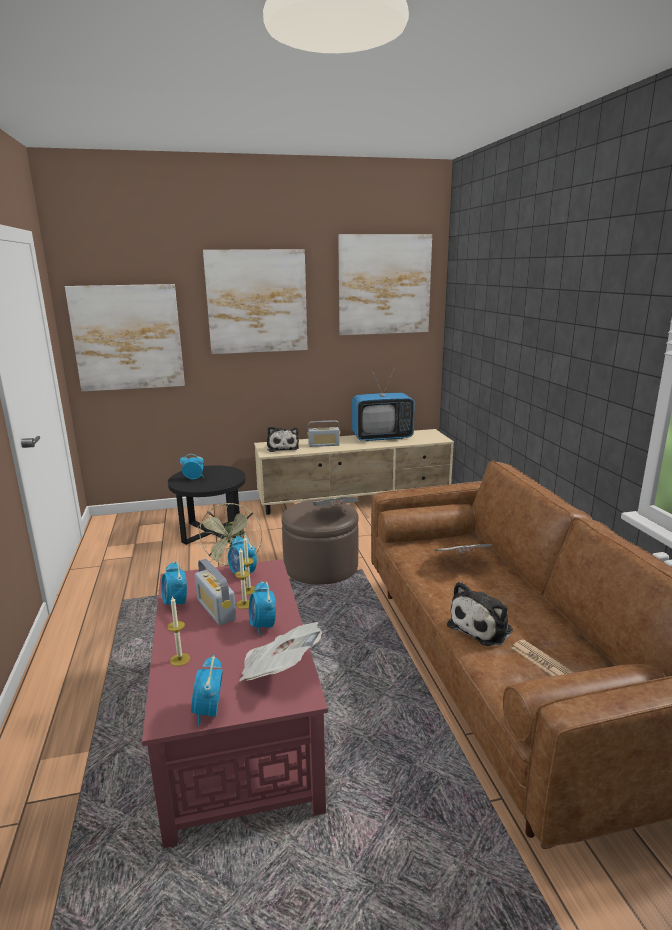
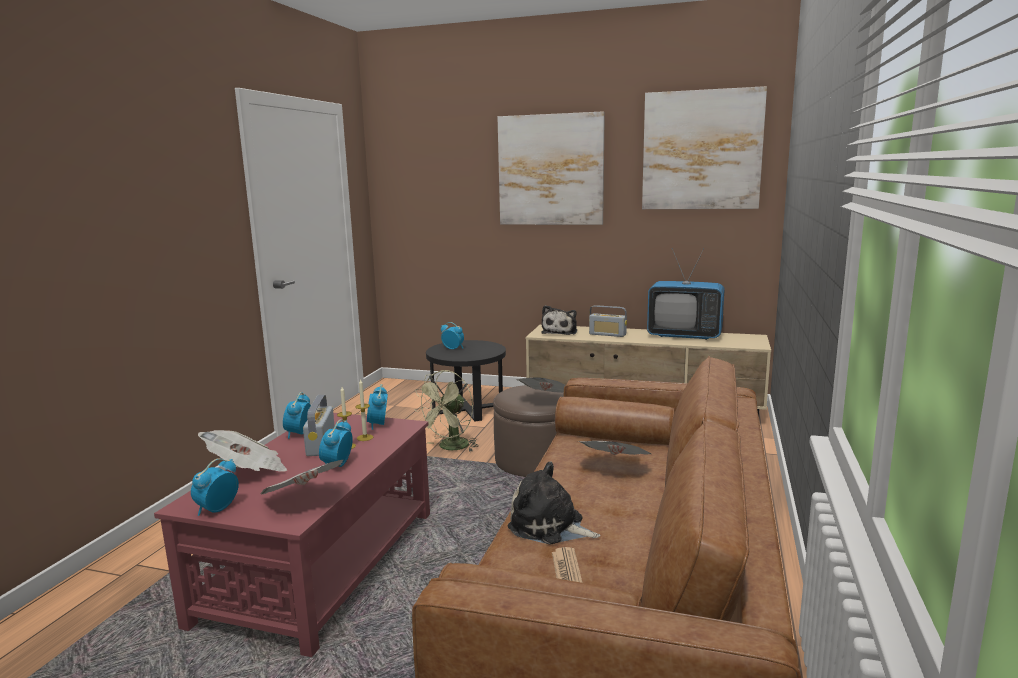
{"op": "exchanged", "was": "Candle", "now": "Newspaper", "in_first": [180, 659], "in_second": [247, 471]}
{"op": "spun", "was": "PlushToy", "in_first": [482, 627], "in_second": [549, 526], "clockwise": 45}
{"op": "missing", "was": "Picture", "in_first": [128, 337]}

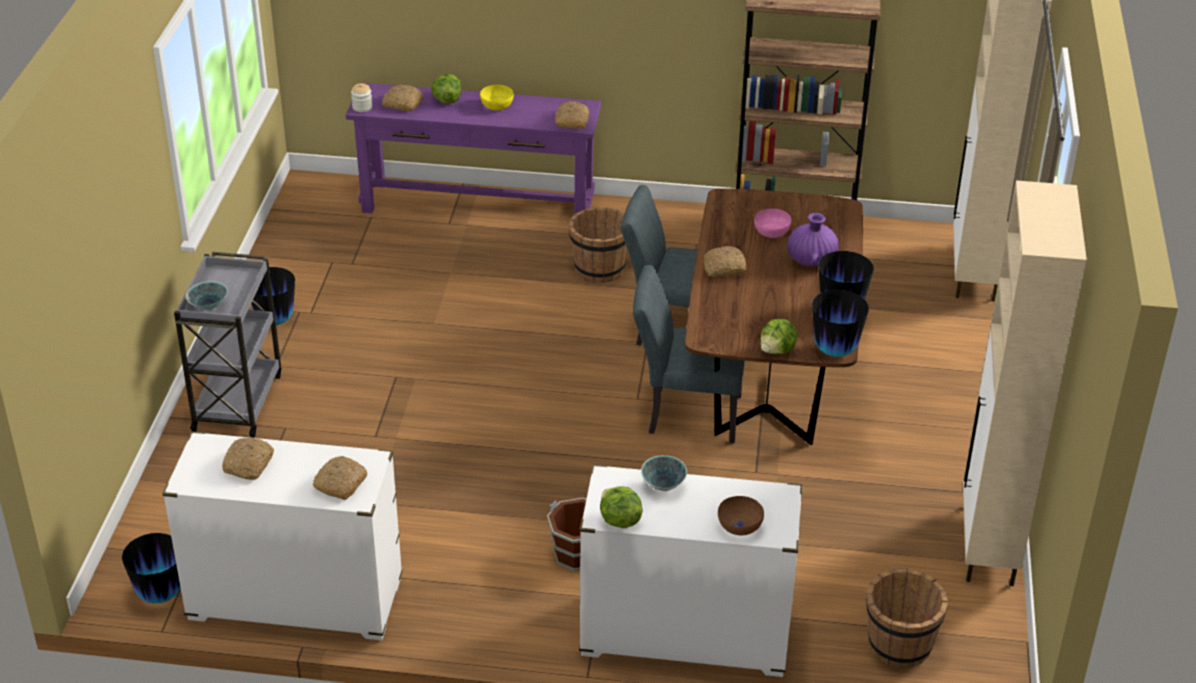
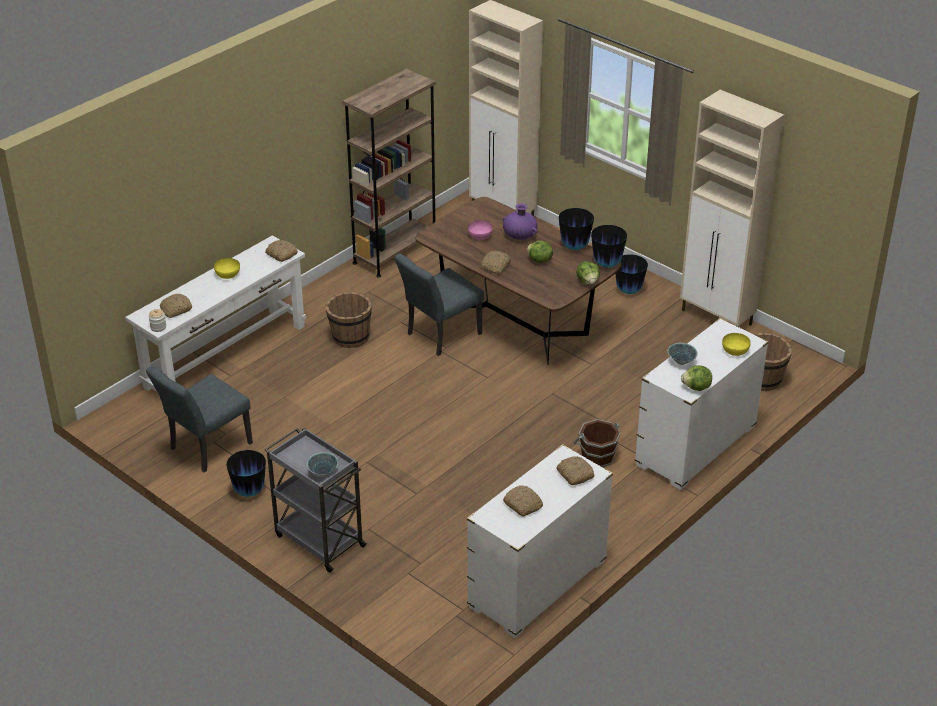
{"op": "colour", "was": "PurpleConsoleTable", "now": "WhiteConsoleTable", "in_first": [478, 206], "in_second": [226, 356]}
{"op": "relocated", "was": "GreyChair", "in_first": [686, 413], "in_second": [206, 449]}
{"op": "relocated", "was": "Lettuce", "in_first": [447, 100], "in_second": [539, 260]}
{"op": "relocated", "was": "Vase", "in_first": [160, 595], "in_second": [629, 291]}
{"op": "colour", "was": "BrownBowl", "now": "YellowBowl", "in_first": [739, 526], "in_second": [735, 351]}

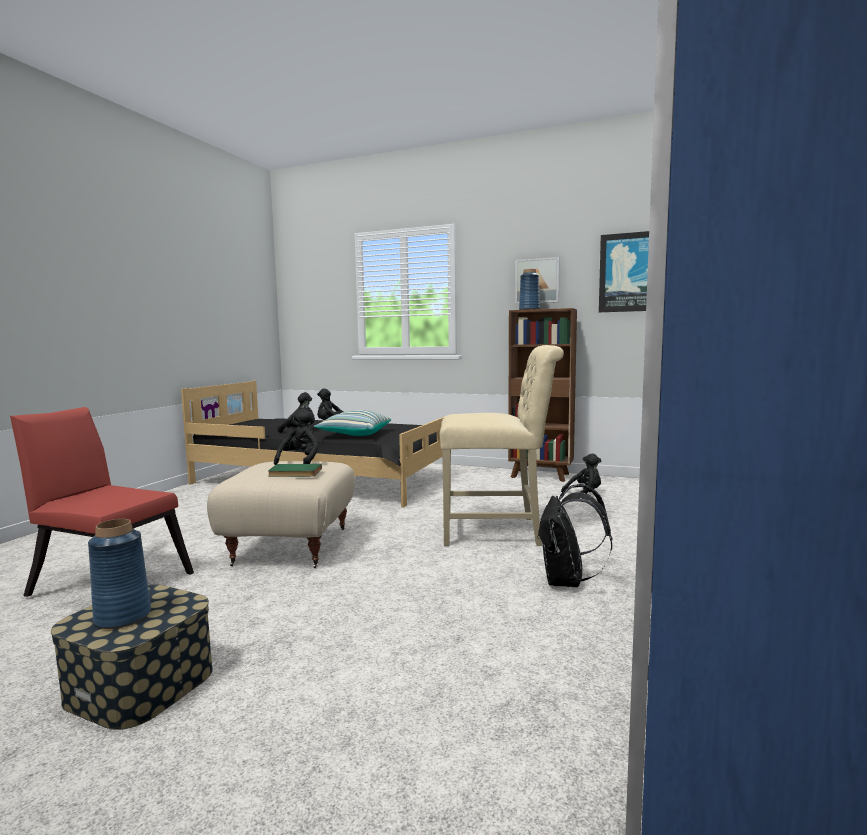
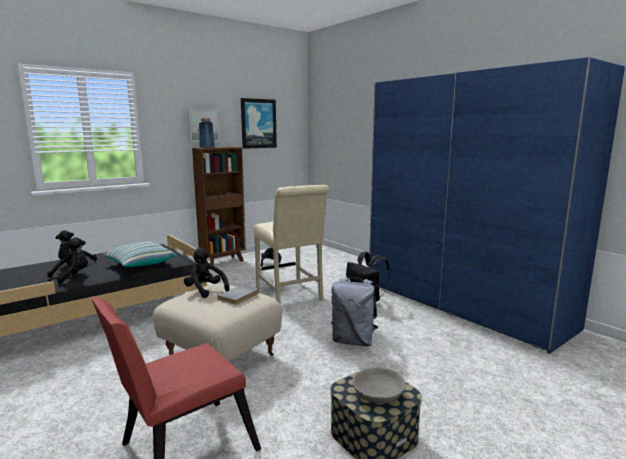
{"op": "colour", "was": "GreenBook", "now": "GreyBook", "in_first": [294, 473], "in_second": [240, 296]}
{"op": "spun", "was": "BeigeChair", "in_first": [497, 531], "in_second": [290, 296], "clockwise": 120}
{"op": "appeared", "now": "GreyBackpack", "in_second": [353, 341]}
{"op": "exchanged", "was": "BlueVase", "now": "GreyBowl", "in_first": [123, 617], "in_second": [378, 395]}

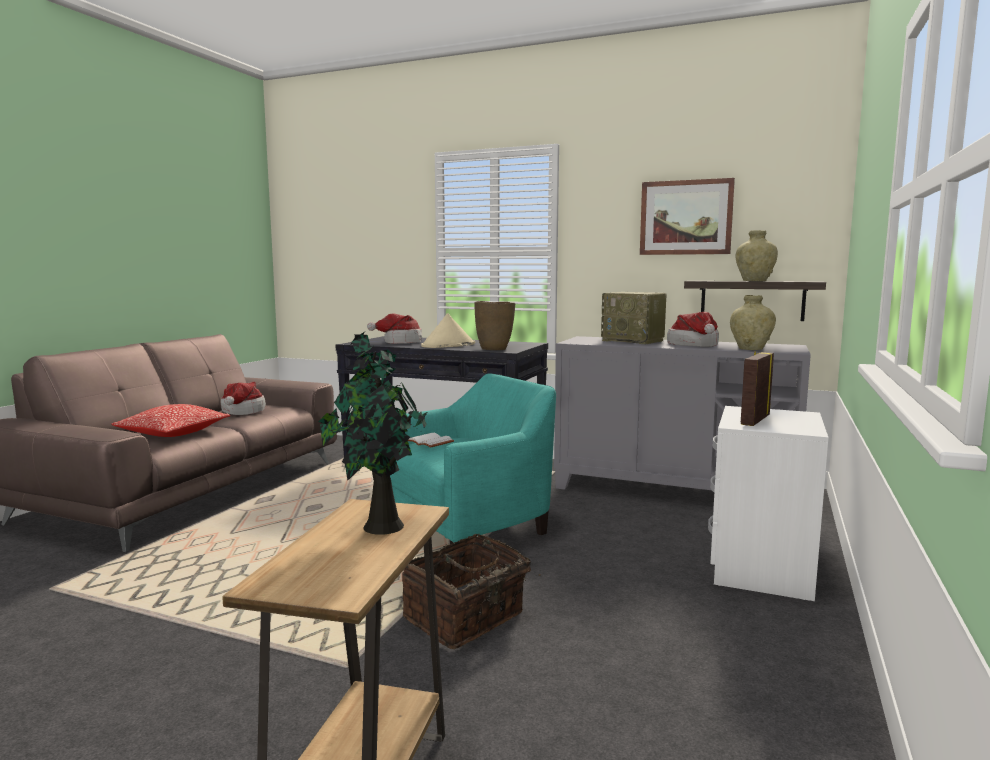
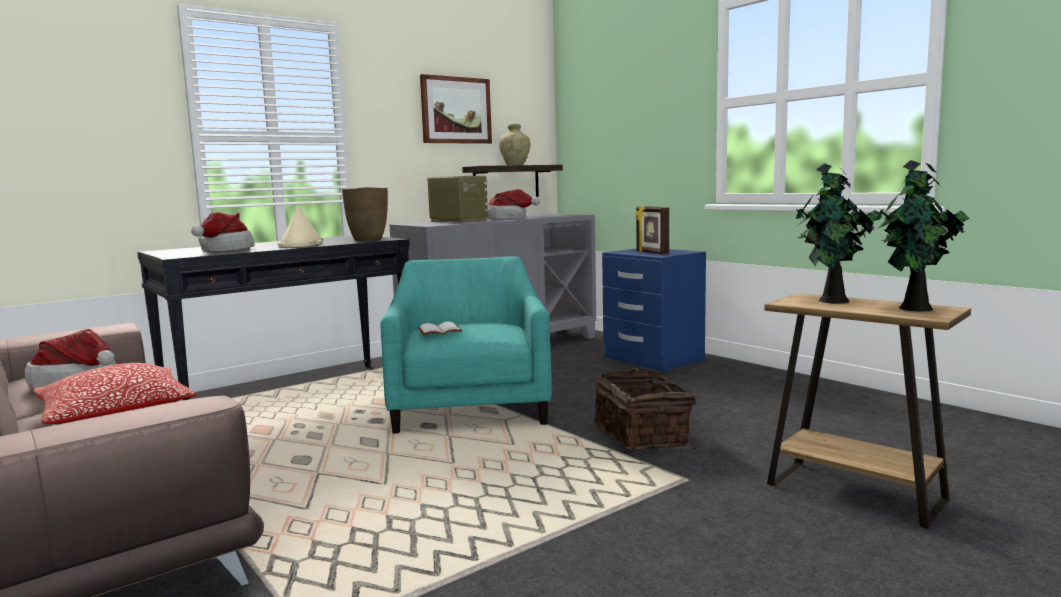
{"op": "spun", "was": "Radio", "in_first": [634, 341], "in_second": [457, 221], "clockwise": -120}
{"op": "colour", "was": "WhiteNightstand", "now": "BlueNightstand", "in_first": [759, 568], "in_second": [652, 359]}
{"op": "appeared", "now": "PottedPlant", "in_second": [915, 309]}
{"op": "missing", "was": "BeigeVase", "in_first": [750, 349]}

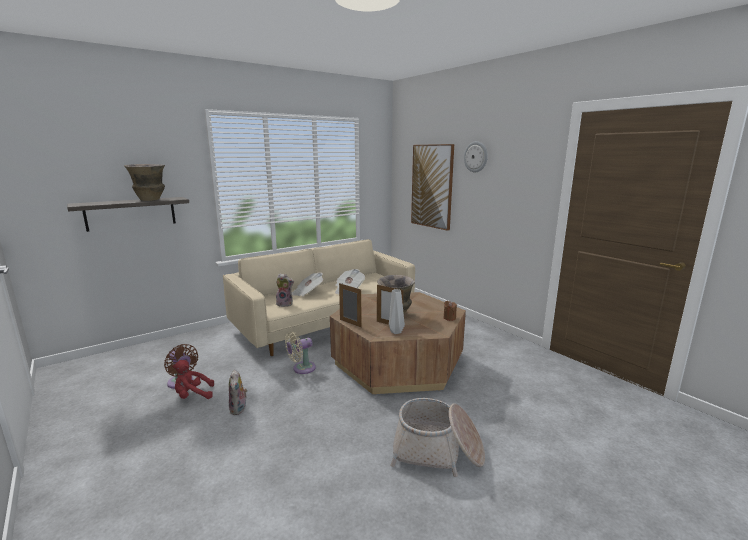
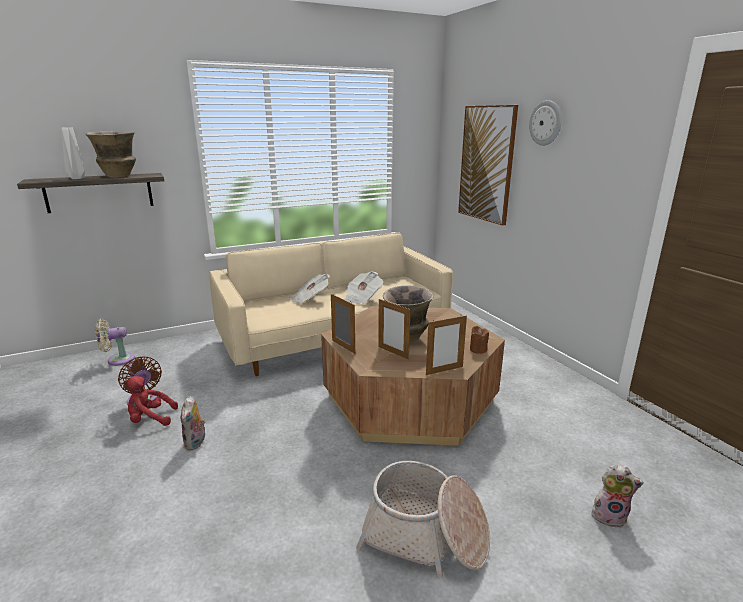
{"op": "relocated", "was": "GreyVase", "in_first": [396, 332], "in_second": [77, 178]}
{"op": "relocated", "was": "BeigeFan", "in_first": [301, 368], "in_second": [118, 360]}
{"op": "appeared", "now": "PictureFrame", "in_second": [444, 370]}
{"op": "relocated", "was": "PlushToy", "in_first": [285, 304], "in_second": [610, 516]}

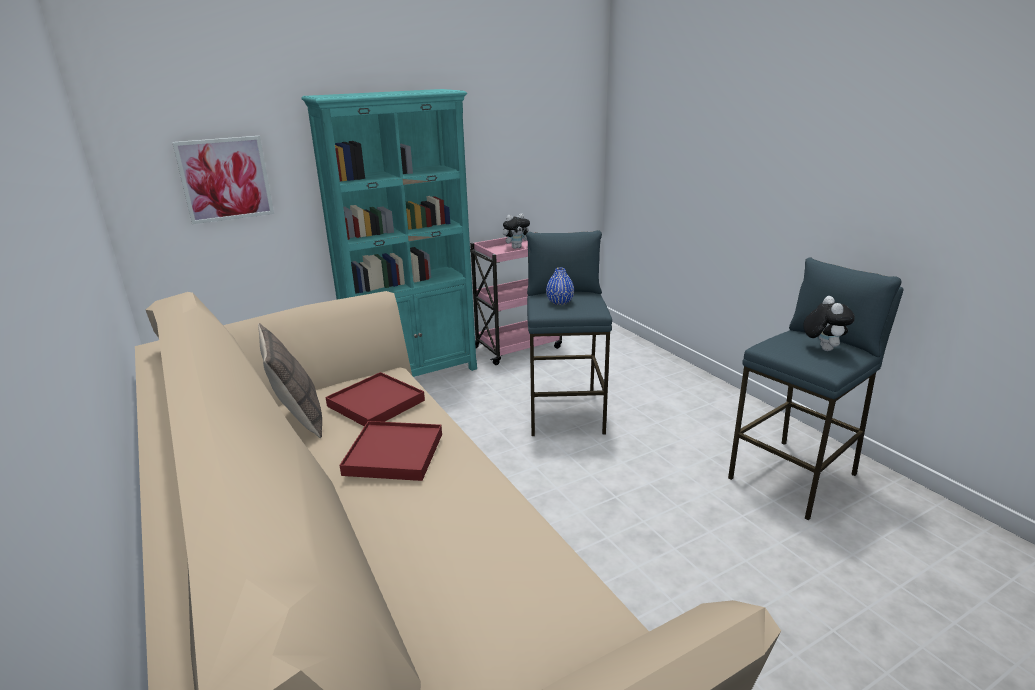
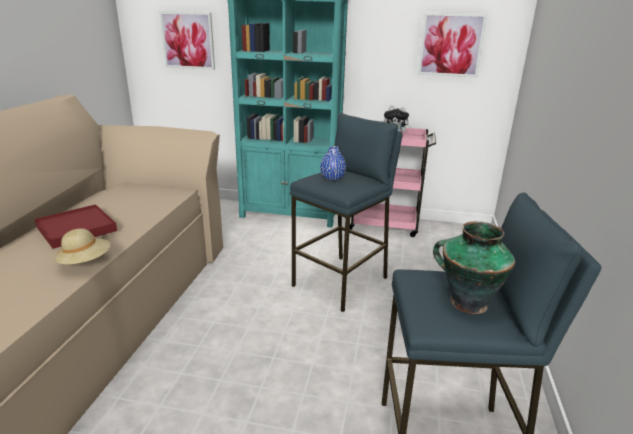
{"op": "appeared", "now": "BeigeHat", "in_second": [85, 262]}
{"op": "appeared", "now": "Picture", "in_second": [450, 45]}
{"op": "exchanged", "was": "PlushToy", "now": "Vase", "in_first": [822, 348], "in_second": [466, 302]}
{"op": "missing", "was": "Pillow", "in_first": [298, 418]}
{"op": "missing", "was": "RedTray", "in_first": [376, 403]}

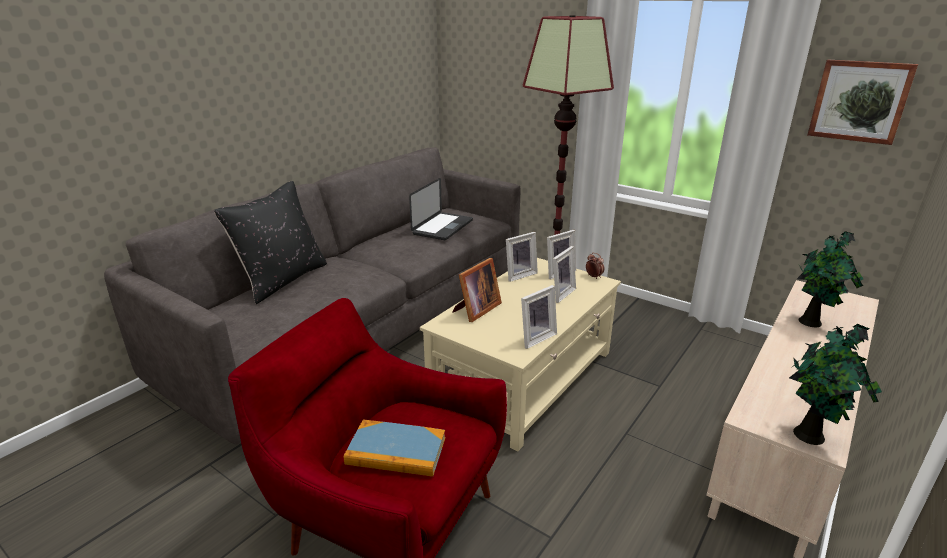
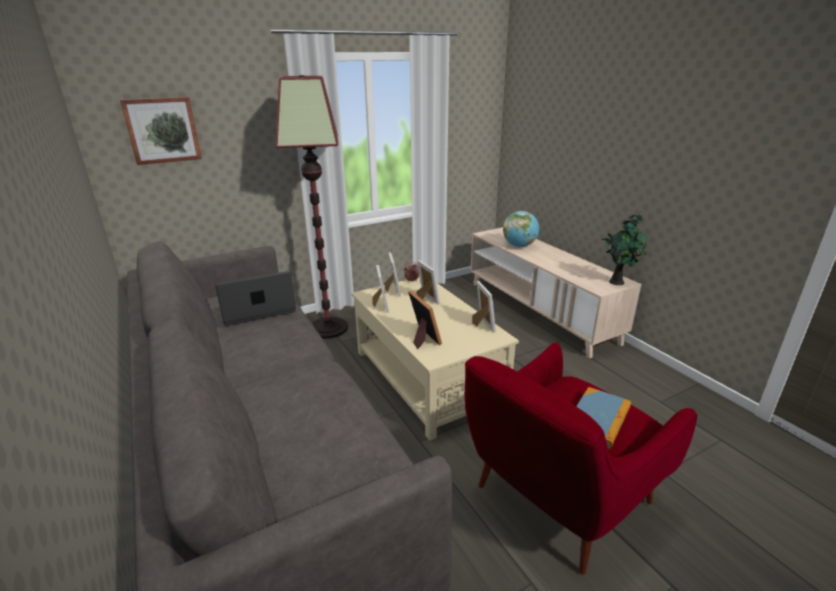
{"op": "relocated", "was": "Picture", "in_first": [859, 101], "in_second": [162, 130]}
{"op": "spun", "was": "Laptop", "in_first": [443, 227], "in_second": [258, 310], "clockwise": -75}
{"op": "exchanged", "was": "PottedPlant", "now": "Globe", "in_first": [812, 322], "in_second": [519, 246]}
{"op": "missing", "was": "BlackPillow", "in_first": [282, 280]}

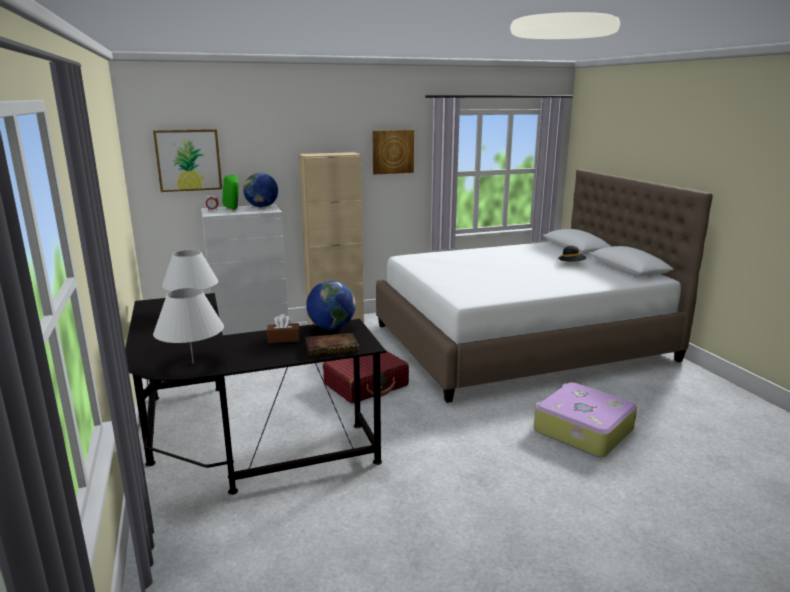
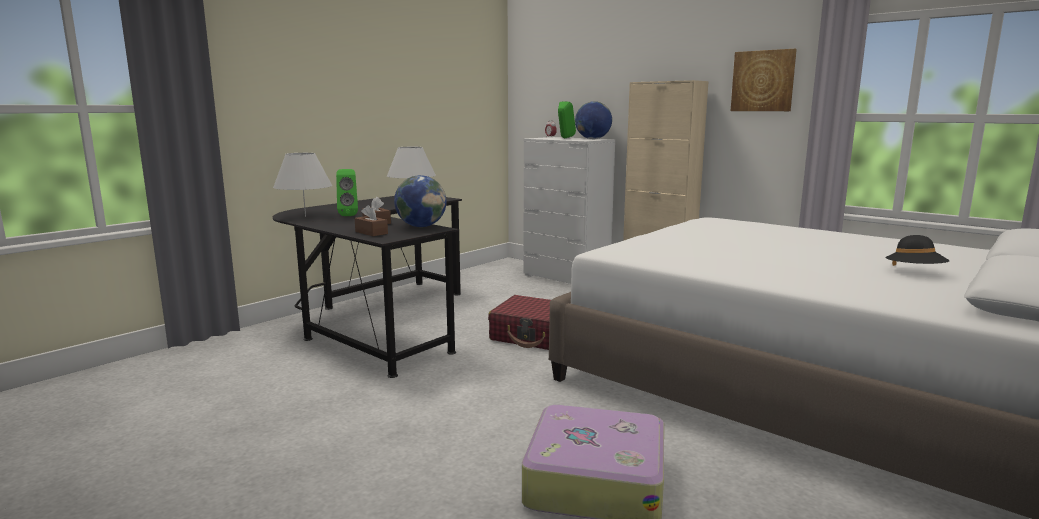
{"op": "appeared", "now": "GreenSpeaker", "in_second": [348, 215]}
{"op": "exchanged", "was": "Book", "now": "BrownTissueBox", "in_first": [333, 347], "in_second": [371, 232]}
{"op": "missing", "was": "Picture", "in_first": [188, 160]}

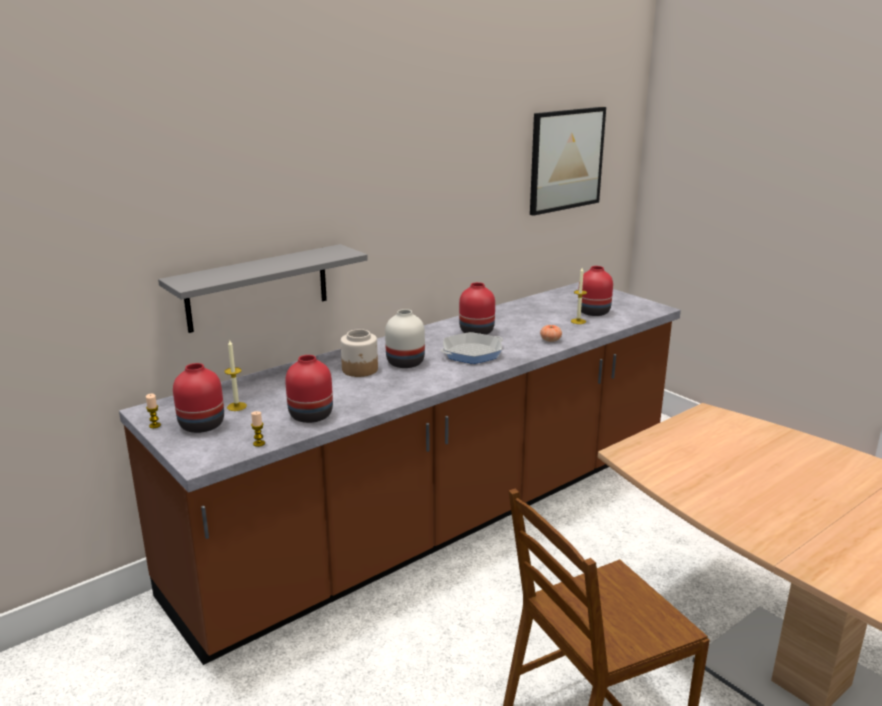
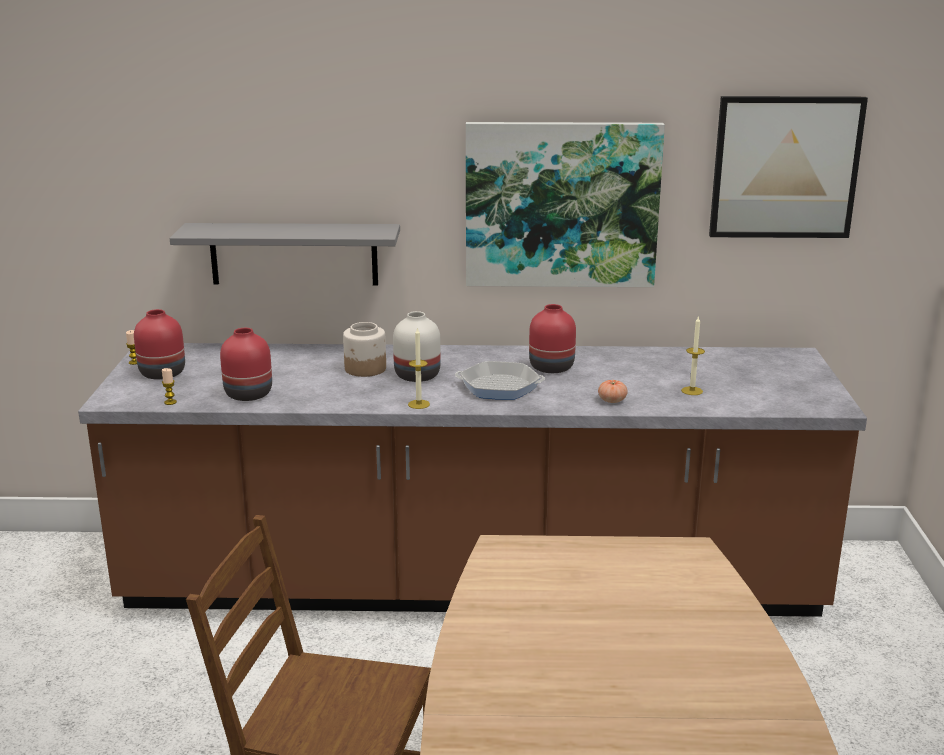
{"op": "relocated", "was": "Candle", "in_first": [236, 406], "in_second": [418, 404]}
{"op": "appeared", "now": "Picture", "in_second": [561, 205]}
{"op": "missing", "was": "RedVase", "in_first": [594, 312]}

